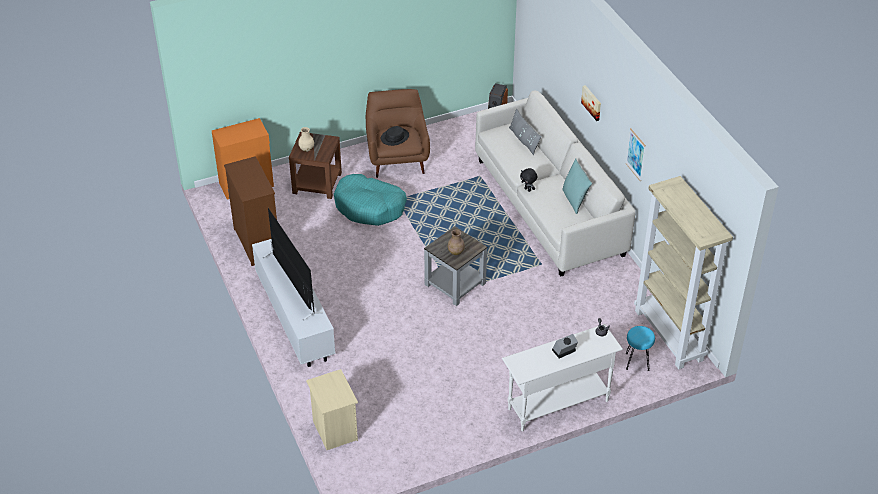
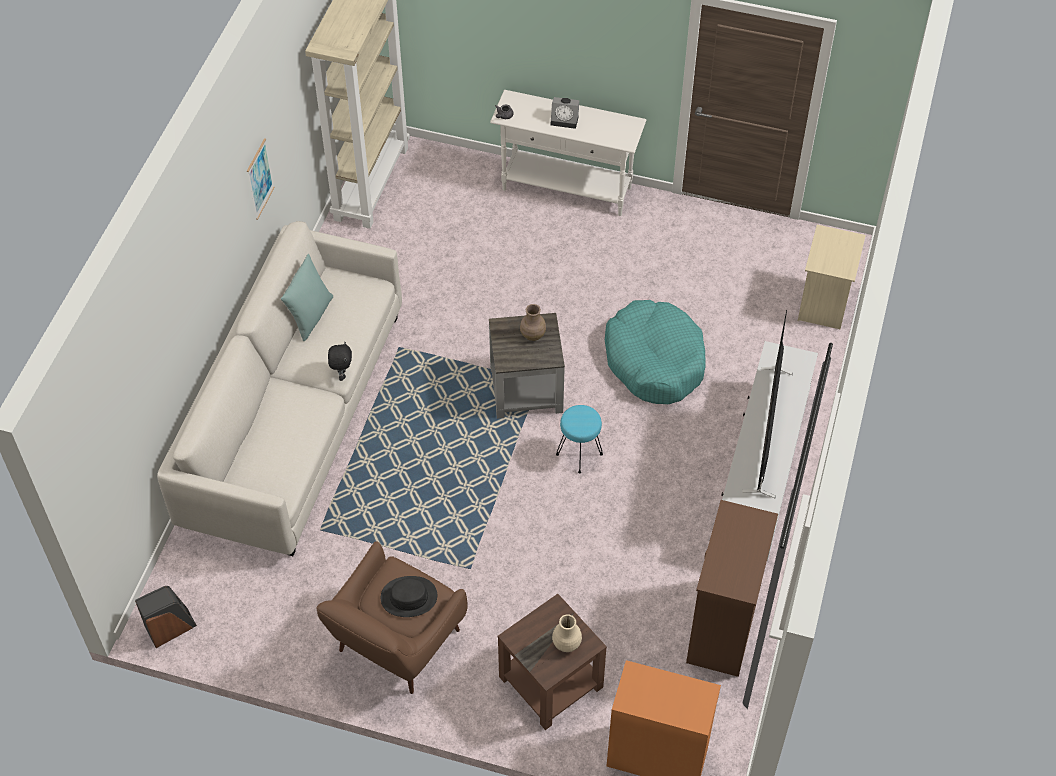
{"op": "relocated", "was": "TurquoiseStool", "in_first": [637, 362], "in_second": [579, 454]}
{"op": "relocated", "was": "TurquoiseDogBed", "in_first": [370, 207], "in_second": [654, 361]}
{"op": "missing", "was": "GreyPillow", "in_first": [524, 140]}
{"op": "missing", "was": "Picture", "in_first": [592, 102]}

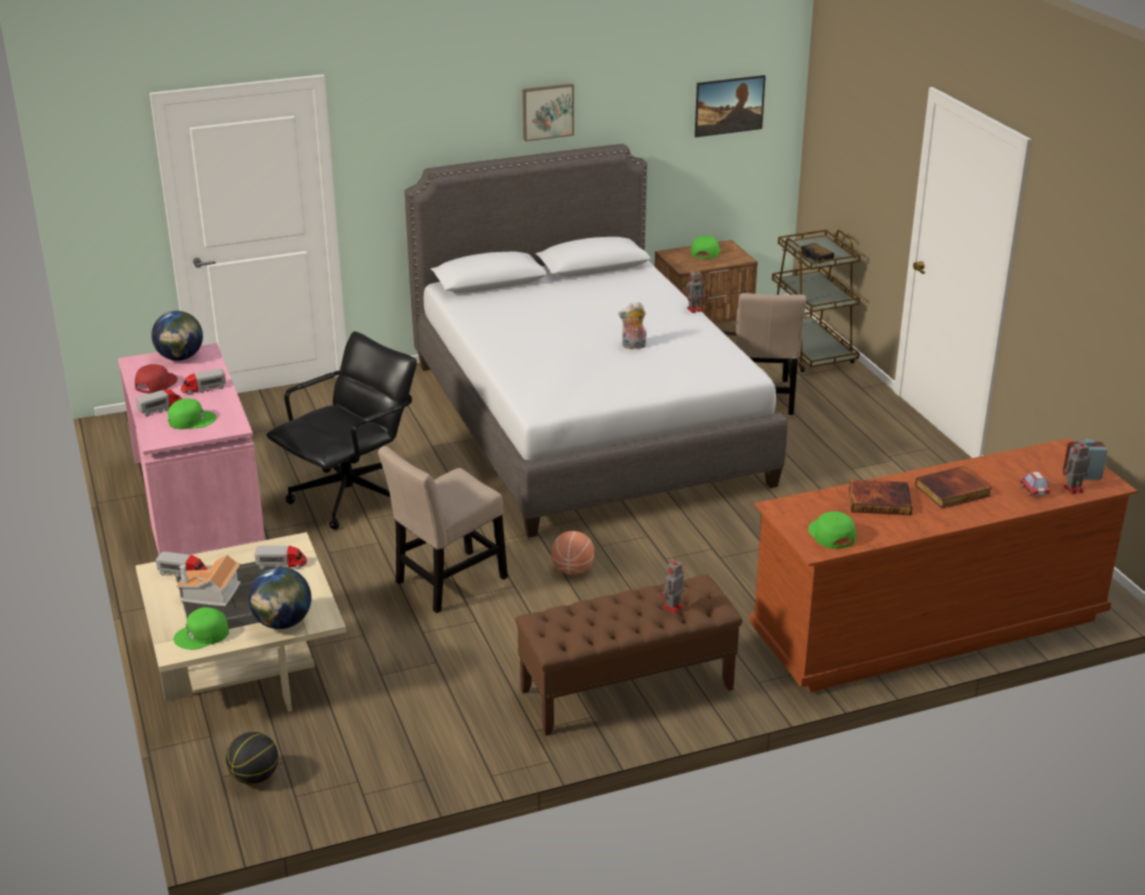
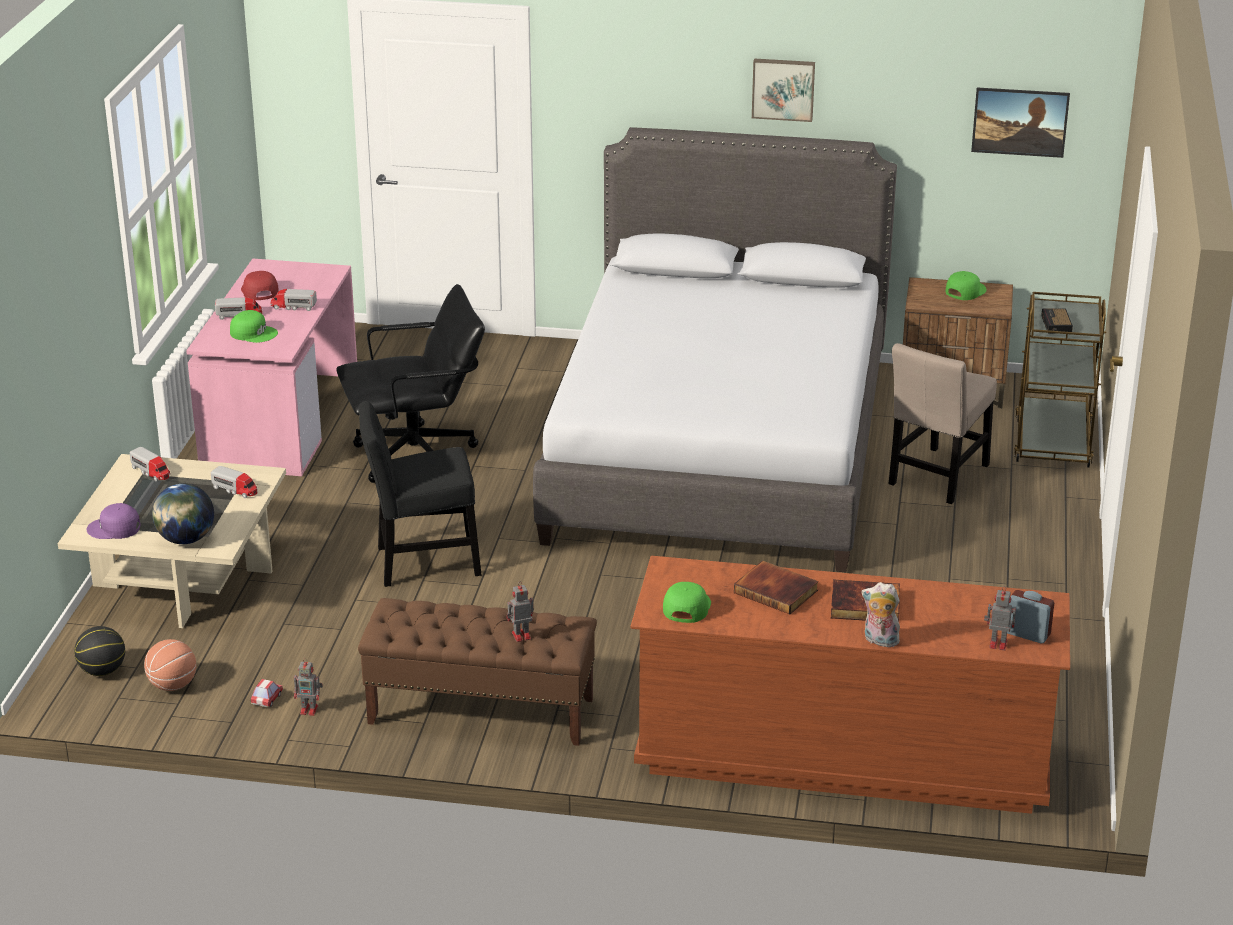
{"op": "colour", "was": "GreenCap", "now": "PurpleCap", "in_first": [202, 635], "in_second": [114, 529]}
{"op": "relocated", "was": "Basketball", "in_first": [572, 570], "in_second": [172, 685]}
{"op": "spun", "was": "RedCap", "in_first": [155, 383], "in_second": [259, 291], "clockwise": -75}
{"op": "relocated", "was": "ToyCar", "in_first": [1034, 490], "in_second": [267, 699]}
{"op": "relocated", "was": "ToyRobot", "in_first": [695, 309], "in_second": [310, 710]}
{"op": "colour", "was": "BeigeChair", "now": "BlackChair", "in_first": [447, 583], "in_second": [422, 563]}
{"op": "relocated", "was": "PlushToy", "in_first": [633, 346], "in_second": [879, 641]}
{"op": "missing", "was": "Globe", "in_first": [180, 358]}
{"op": "missing", "was": "ToyHouse", "in_first": [211, 594]}

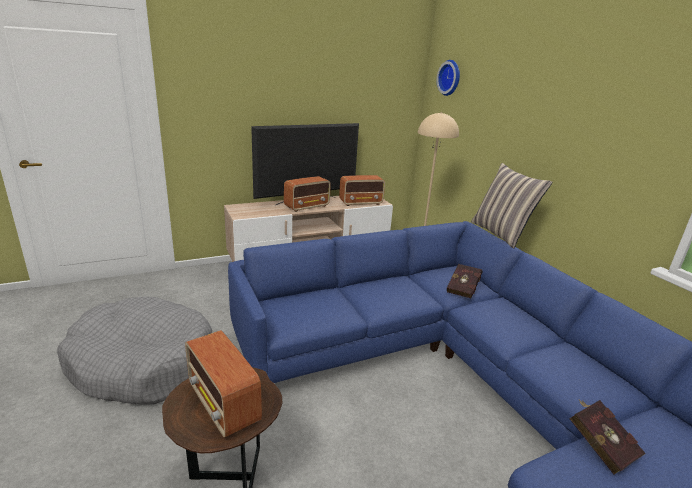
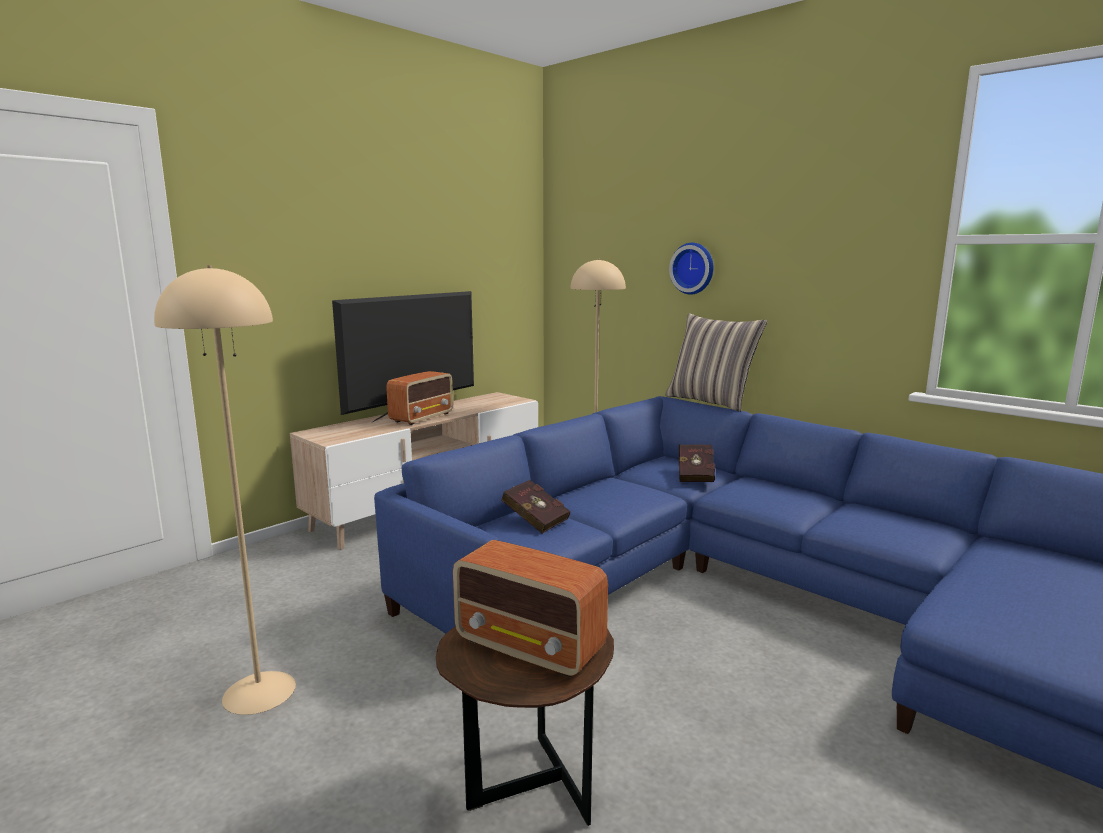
{"op": "exchanged", "was": "GreyDogBed", "now": "BeigeFloorLamp", "in_first": [142, 363], "in_second": [260, 691]}
{"op": "relocated", "was": "RedBook", "in_first": [599, 445], "in_second": [534, 520]}
{"op": "relocated", "was": "WallClock", "in_first": [450, 78], "in_second": [693, 268]}
{"op": "missing", "was": "Radio", "in_first": [361, 203]}

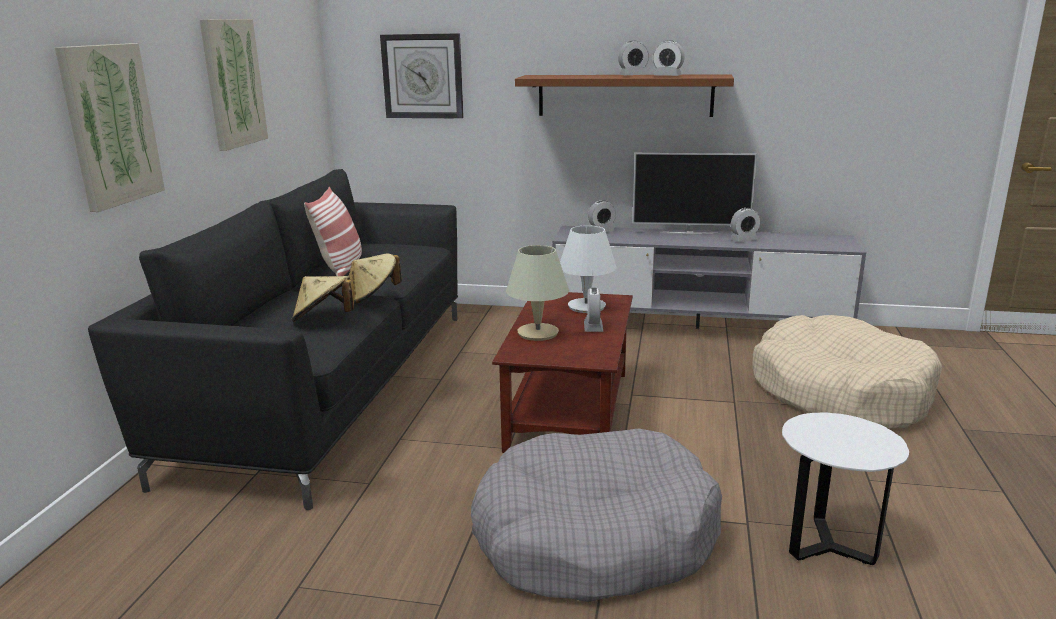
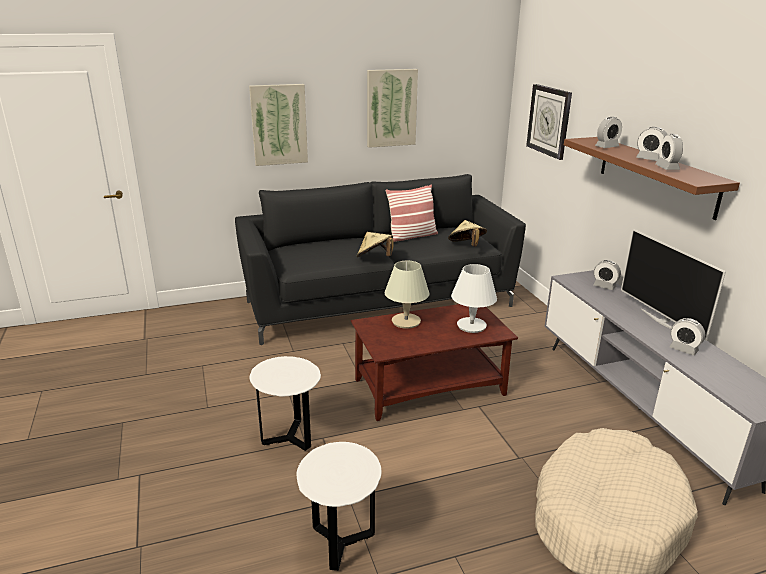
{"op": "exchanged", "was": "GreyDogBed", "now": "WhiteSideTable", "in_first": [594, 538], "in_second": [289, 438]}
{"op": "relocated", "was": "BeigeHat", "in_first": [323, 319], "in_second": [466, 246]}
{"op": "relocated", "was": "AlarmClock", "in_first": [593, 327], "in_second": [607, 146]}

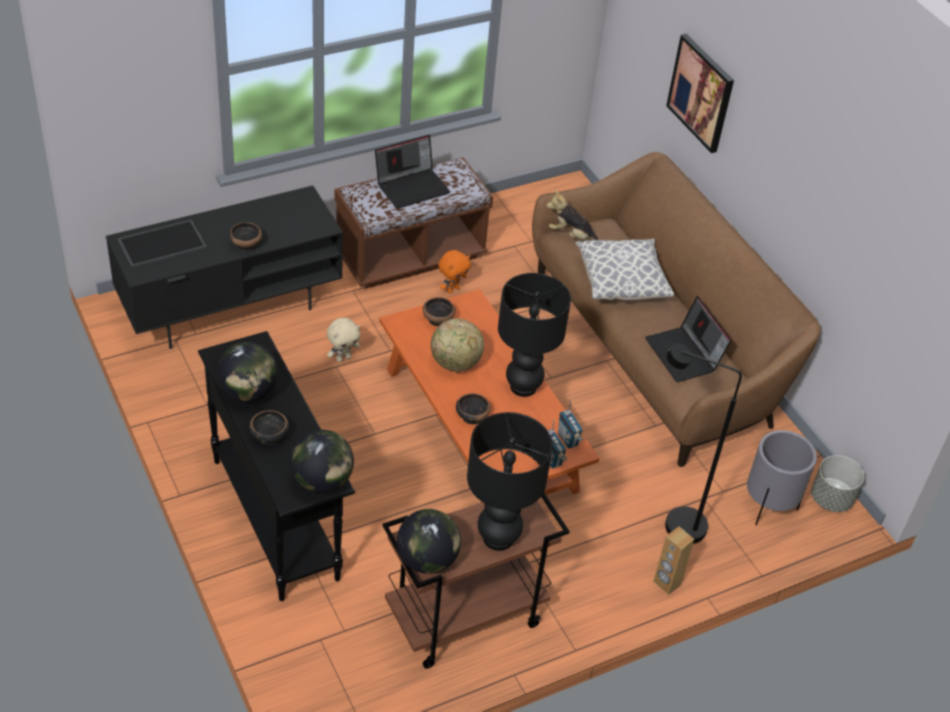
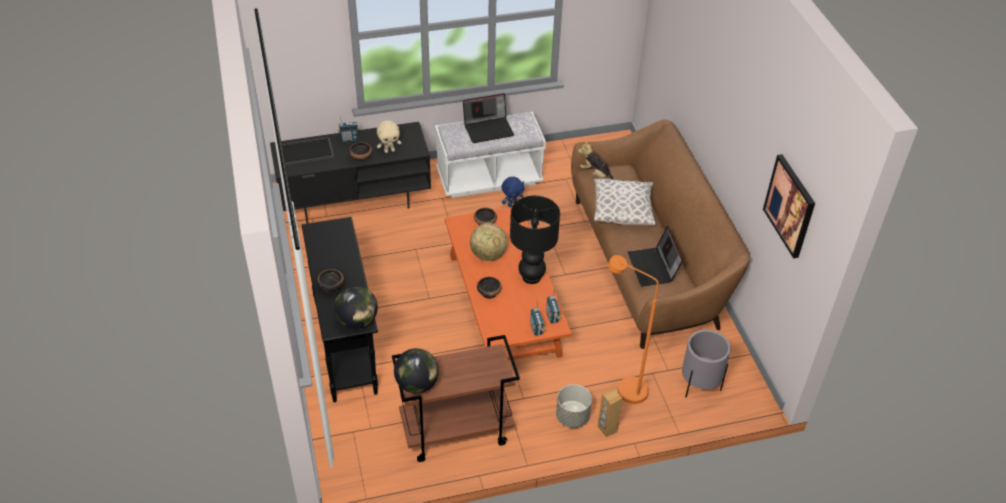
{"op": "appeared", "now": "Radio", "in_second": [349, 138]}
{"op": "relocated", "was": "BeigePlushToy", "in_first": [343, 358], "in_second": [389, 151]}
{"op": "colour", "was": "BrownBench", "now": "WhiteBench", "in_first": [410, 255], "in_second": [489, 178]}
{"op": "colour", "was": "OrangePlushToy", "now": "BluePlushToy", "in_first": [452, 289], "in_second": [512, 204]}
{"op": "relocated", "was": "GreyPlanter", "in_first": [831, 499], "in_second": [572, 417]}
{"op": "colour", "was": "BlackFloorLamp", "now": "OrangeFloorLamp", "in_first": [673, 524], "in_second": [624, 388]}
{"op": "relocated", "was": "Picture", "in_first": [701, 92], "in_second": [790, 206]}
{"op": "missing", "was": "Globe", "in_first": [249, 392]}
{"op": "missing", "was": "BlackTableLamp", "in_first": [498, 537]}

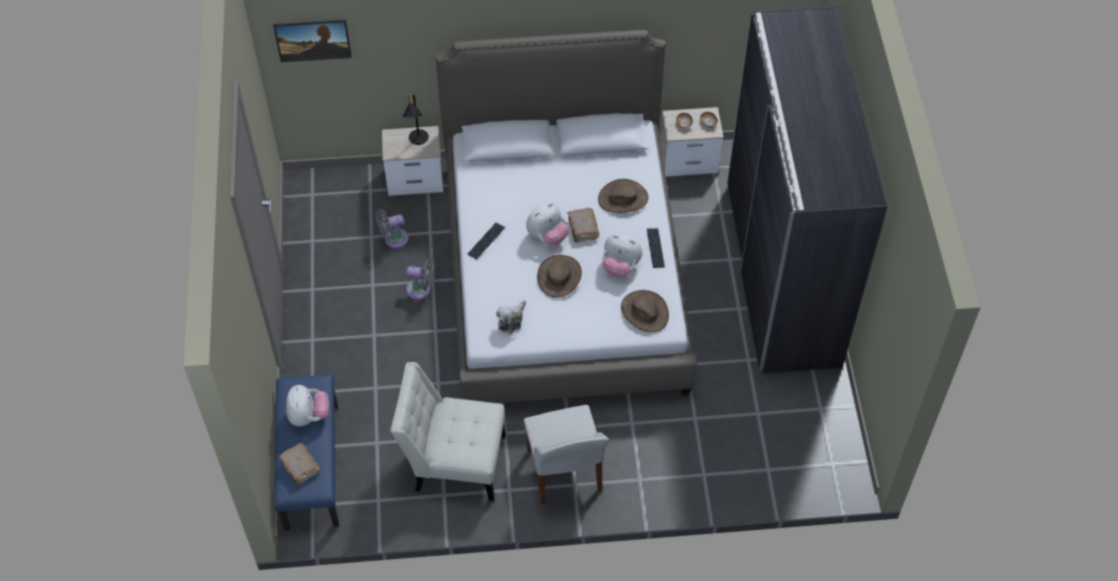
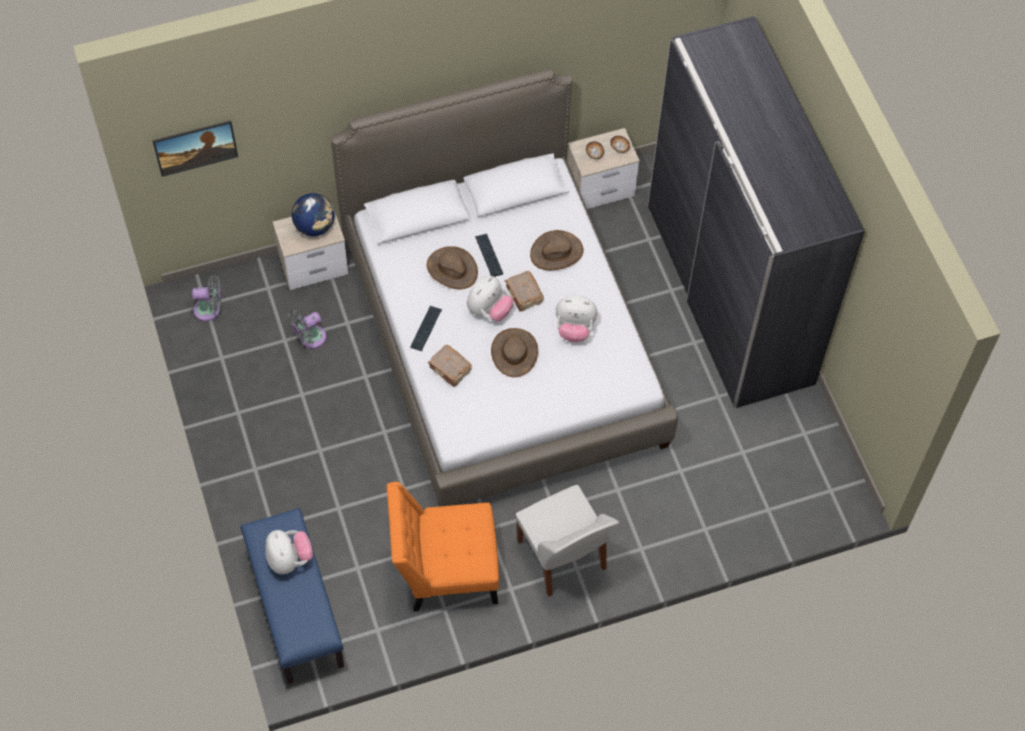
{"op": "relocated", "was": "GreyFan", "in_first": [421, 290], "in_second": [209, 309]}
{"op": "exchanged", "was": "BlackTableLamp", "now": "Globe", "in_first": [417, 140], "in_second": [315, 226]}
{"op": "colour", "was": "WhiteChair", "now": "OrangeChair", "in_first": [454, 461], "in_second": [445, 570]}
{"op": "relocated", "was": "BrownHat", "in_first": [644, 312], "in_second": [452, 269]}
{"op": "relocated", "was": "BrownBook", "in_first": [300, 468], "in_second": [450, 369]}
{"op": "relocated", "was": "Keyboard", "in_first": [655, 248], "in_second": [489, 255]}
{"op": "missing", "was": "PlushToy", "in_first": [511, 320]}

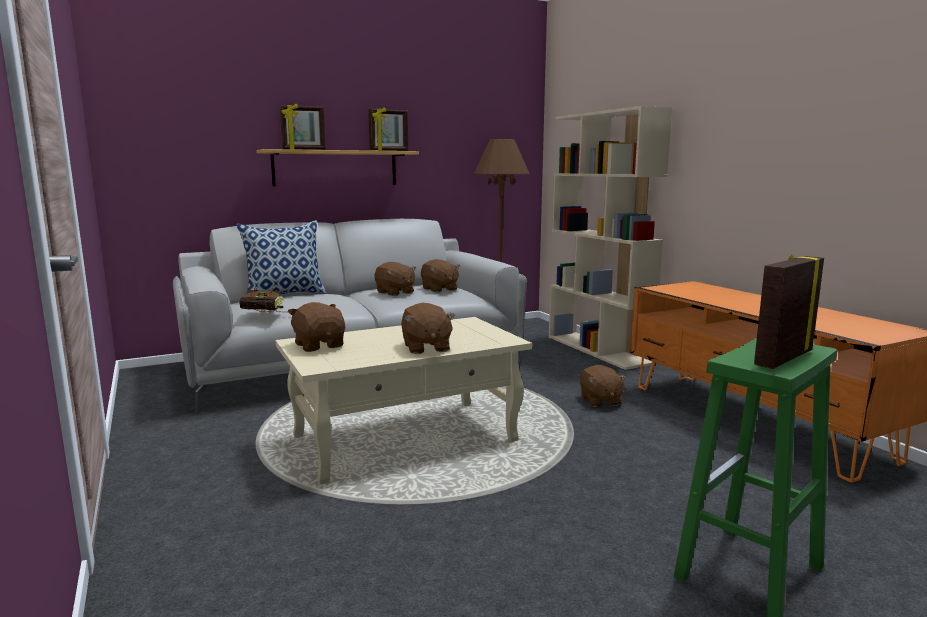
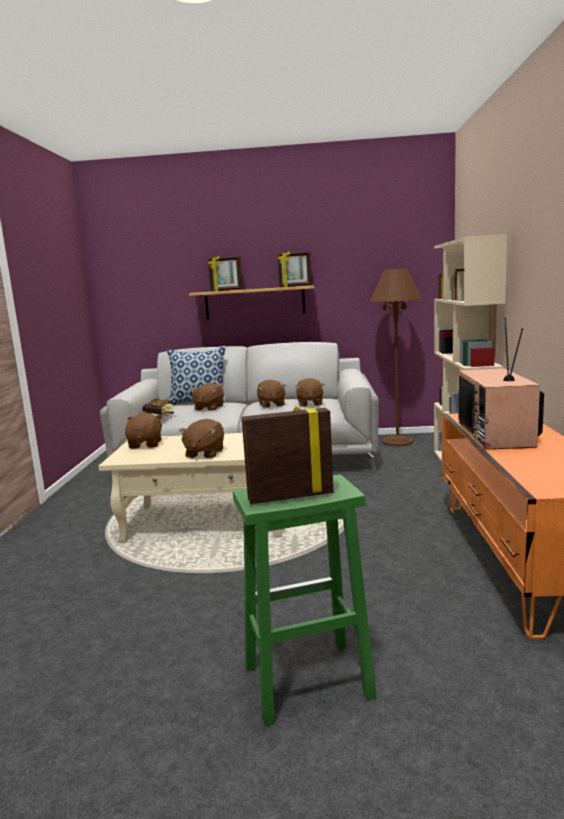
{"op": "relocated", "was": "BrownPlushToy", "in_first": [600, 401], "in_second": [208, 408]}
{"op": "appeared", "now": "Television", "in_second": [497, 434]}

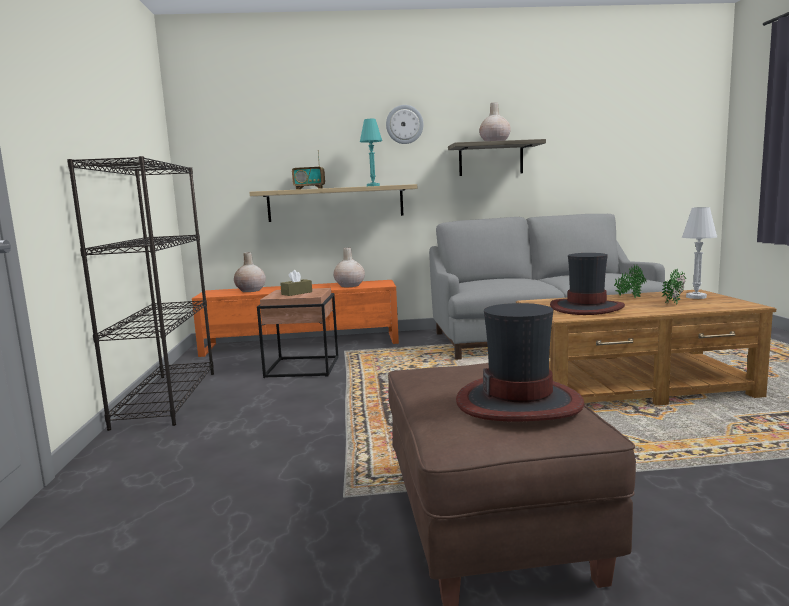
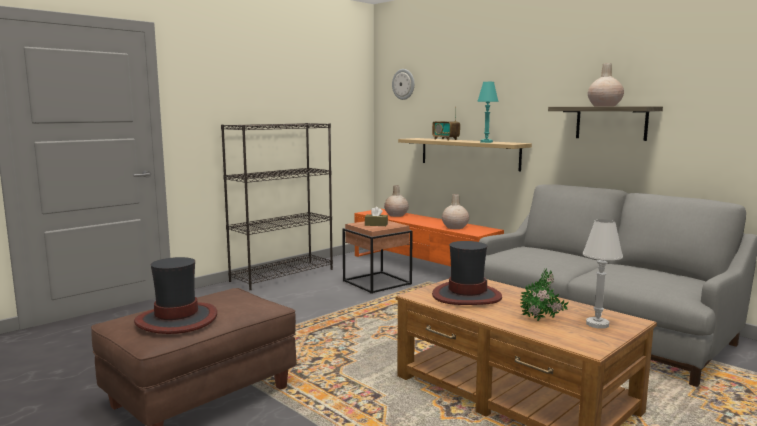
{"op": "relocated", "was": "WallClock", "in_first": [404, 124], "in_second": [403, 84]}

